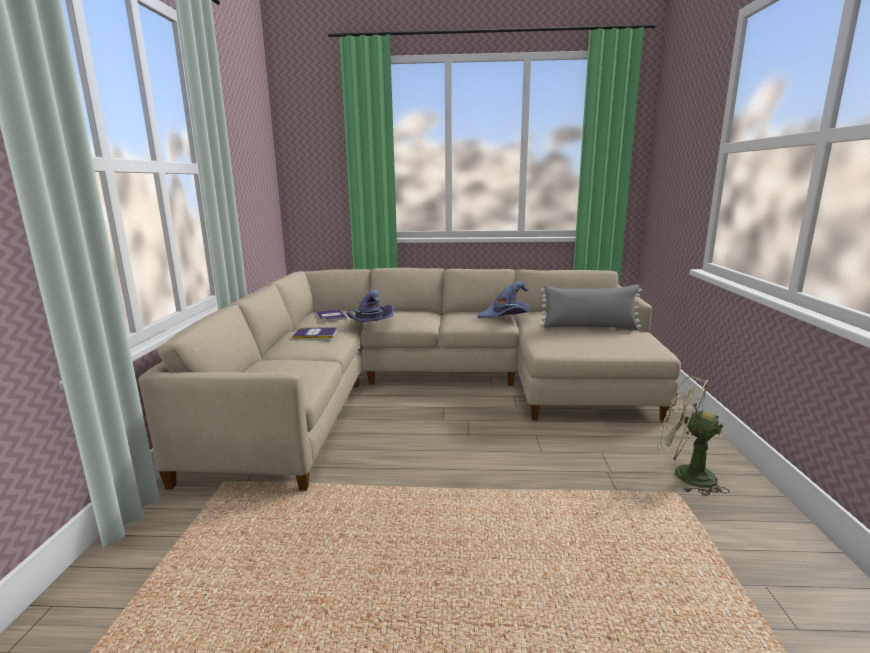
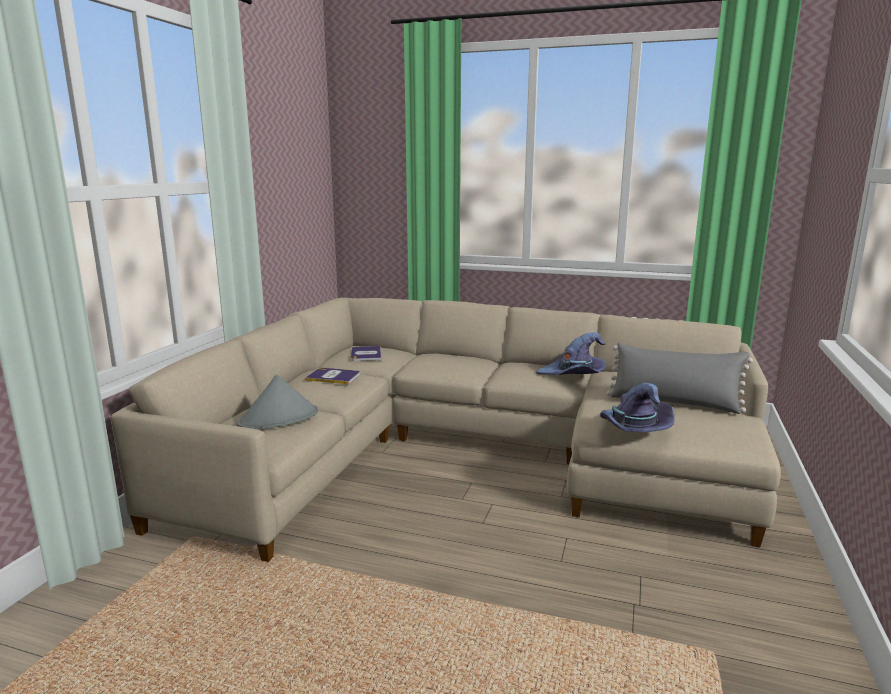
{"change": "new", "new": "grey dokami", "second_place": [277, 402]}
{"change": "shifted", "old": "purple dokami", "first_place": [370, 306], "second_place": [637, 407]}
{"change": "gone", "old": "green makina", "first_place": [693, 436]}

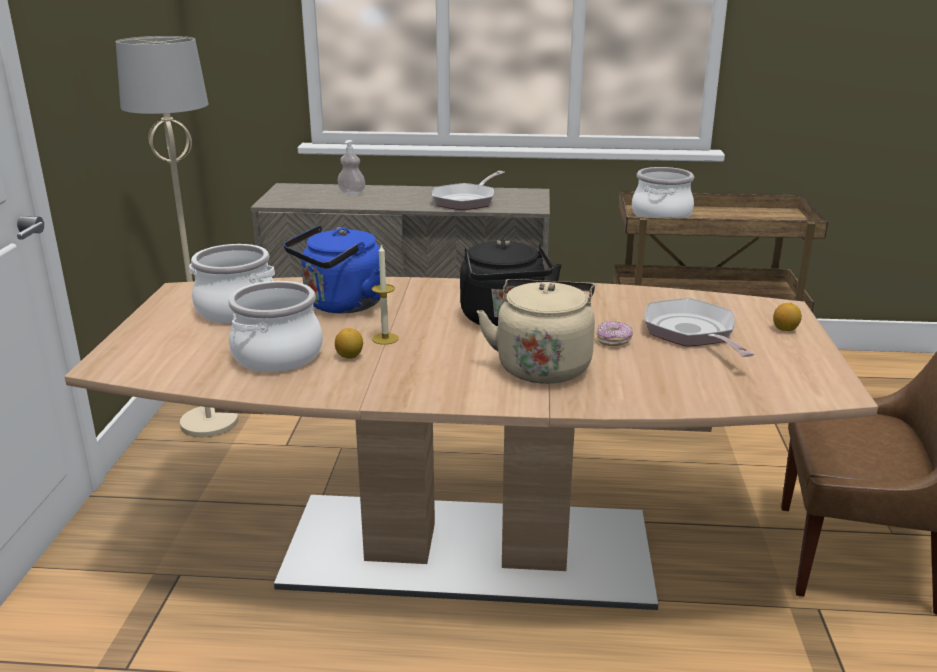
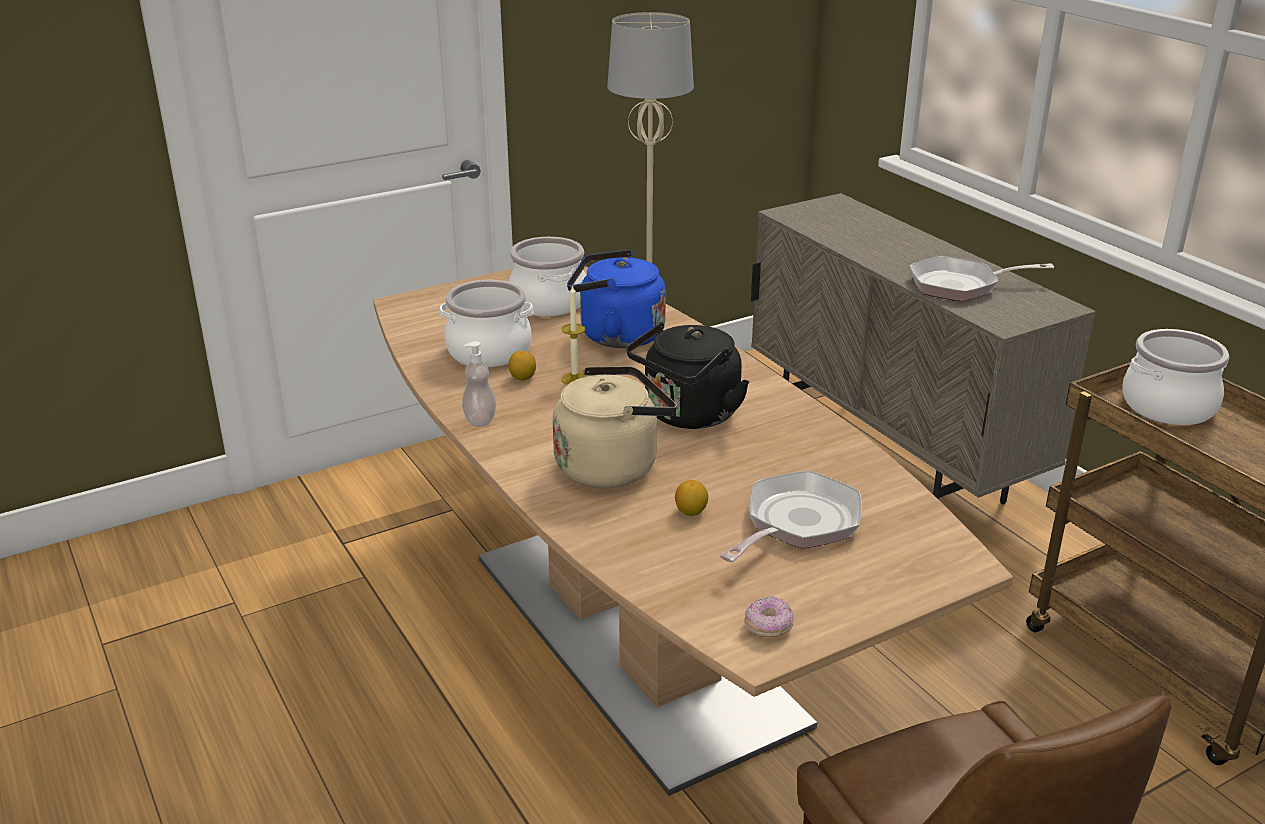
{"change": "shifted", "old": "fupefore", "first_place": [351, 167], "second_place": [479, 384]}
{"change": "shifted", "old": "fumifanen", "first_place": [787, 317], "second_place": [691, 498]}
{"change": "shifted", "old": "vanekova", "first_place": [614, 333], "second_place": [769, 617]}

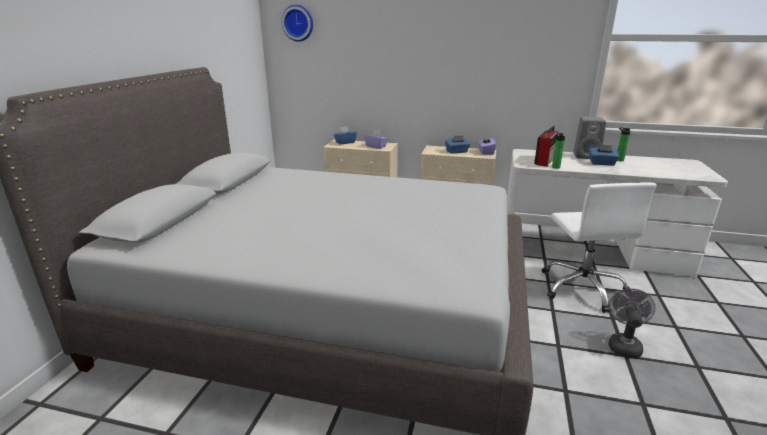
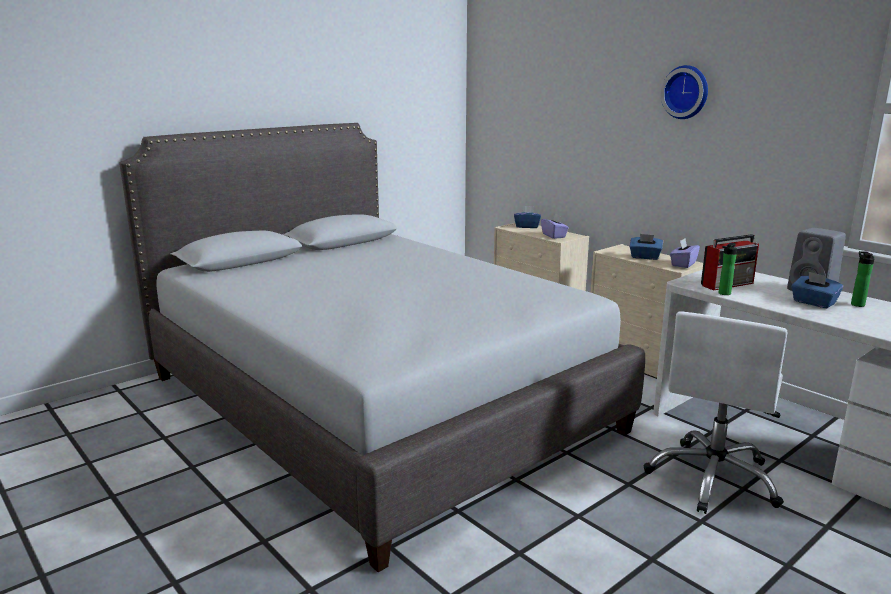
{"change": "shifted", "old": "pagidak", "first_place": [297, 23], "second_place": [684, 92]}
{"change": "gone", "old": "grey makina", "first_place": [631, 323]}

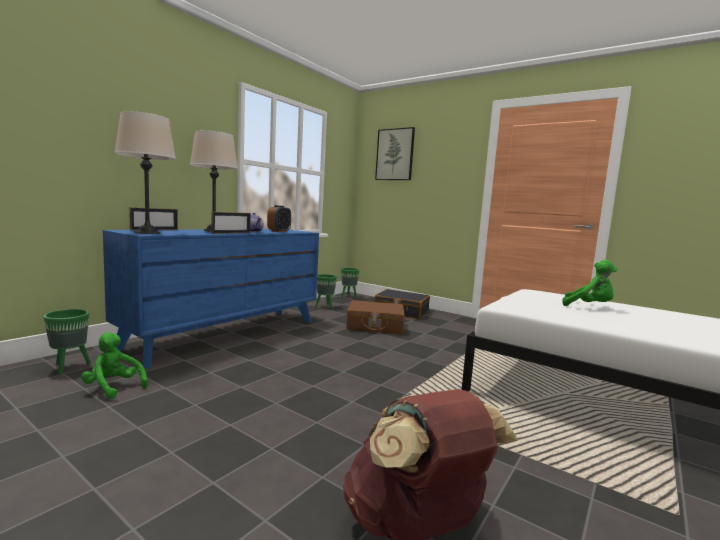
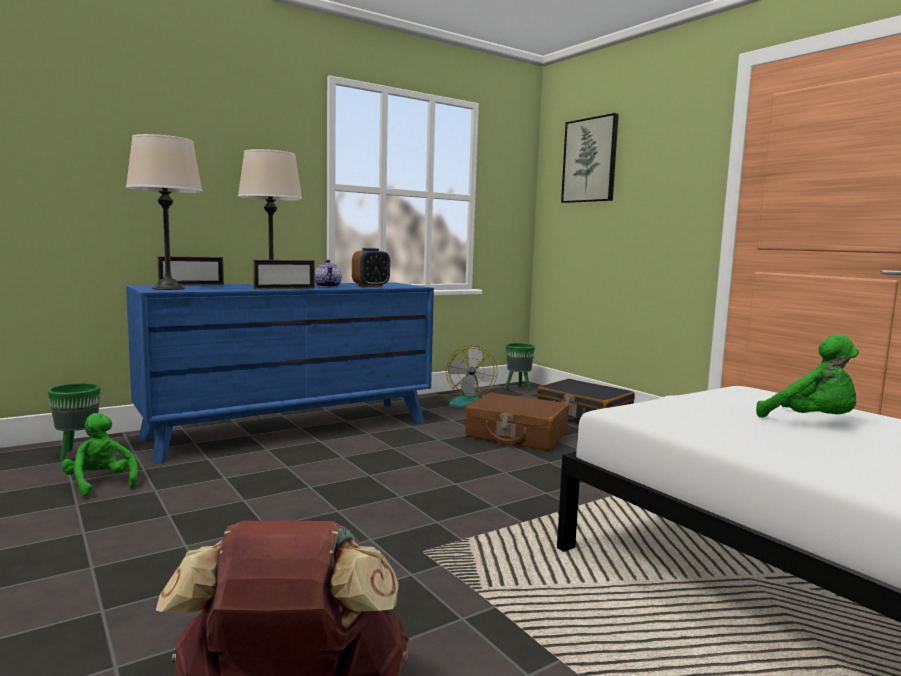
{"change": "swapped", "old": "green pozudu", "new": "makina", "first_place": [326, 291], "second_place": [468, 376]}

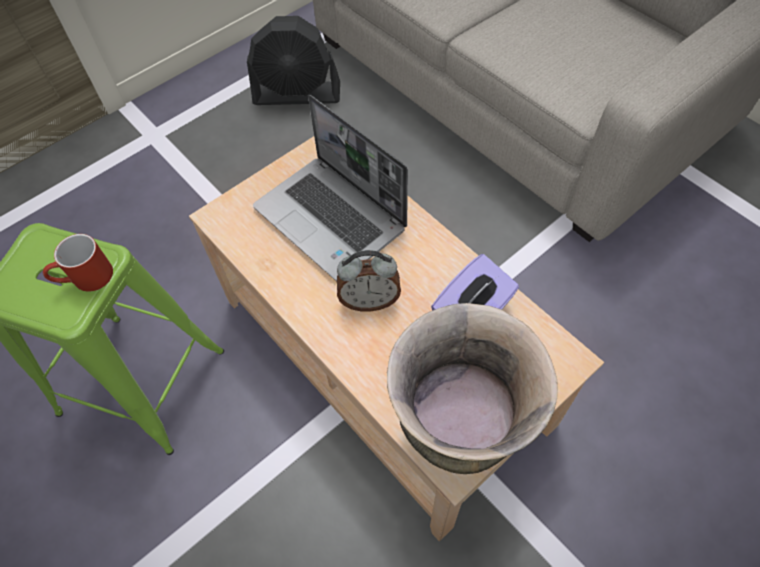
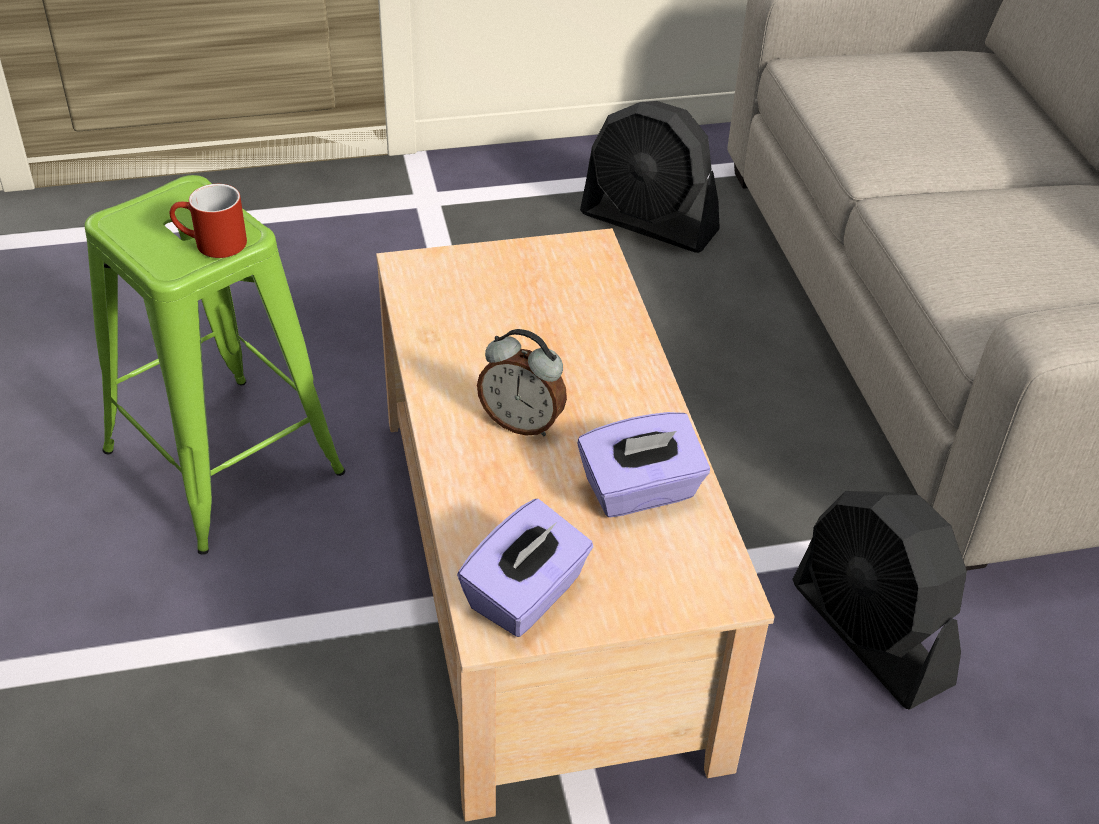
{"change": "swapped", "old": "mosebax", "new": "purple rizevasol", "first_place": [472, 388], "second_place": [525, 568]}
{"change": "new", "new": "black makina", "second_place": [879, 600]}
{"change": "gone", "old": "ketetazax", "first_place": [330, 188]}

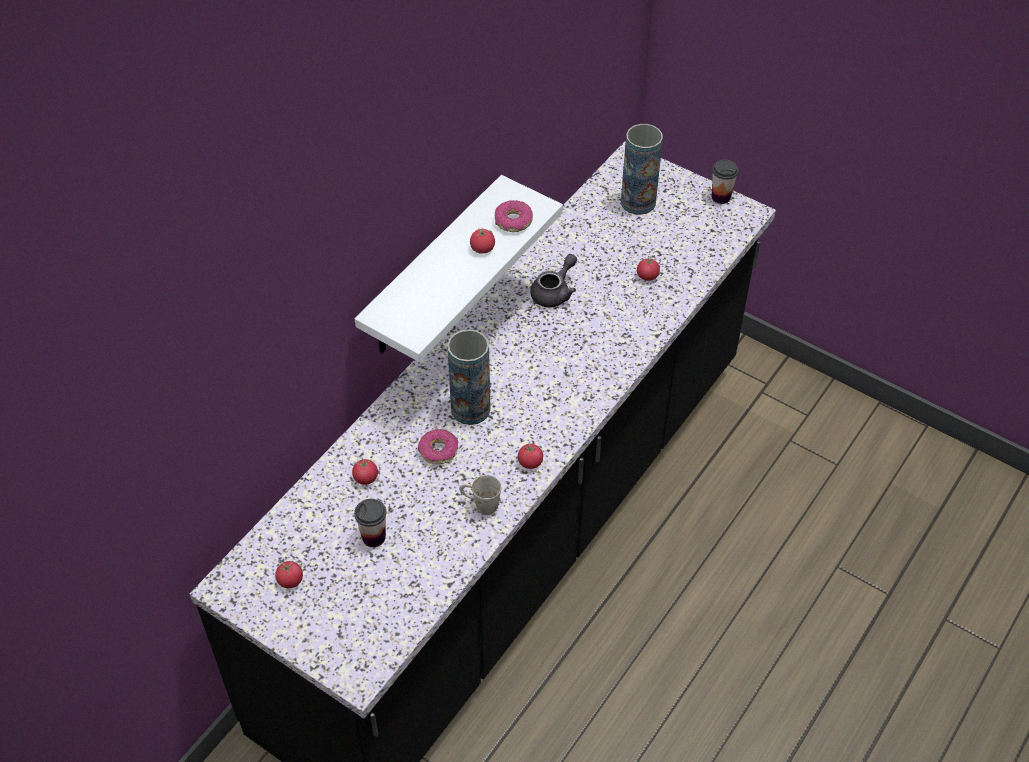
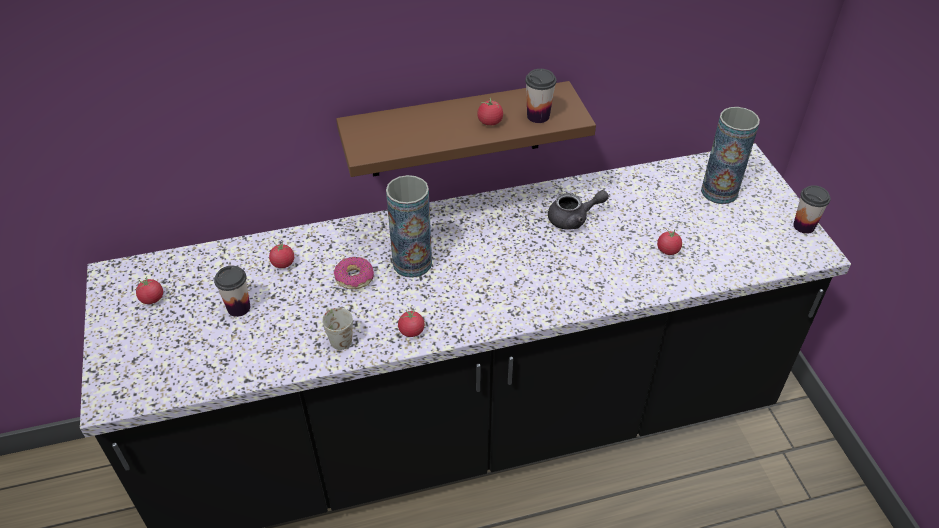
{"change": "repainted", "old": "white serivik", "new": "brown serivik", "first_place": [459, 268], "second_place": [466, 129]}
{"change": "swapped", "old": "vanekova", "new": "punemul", "first_place": [514, 216], "second_place": [540, 96]}

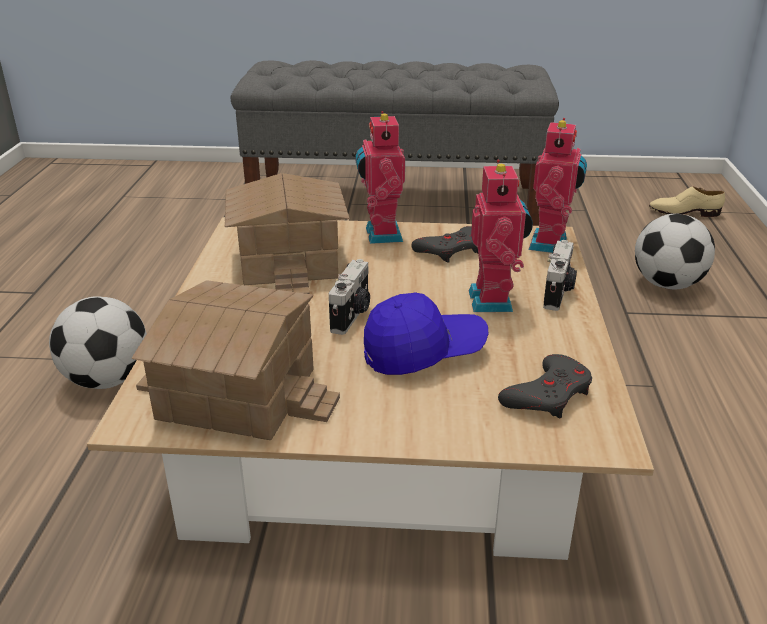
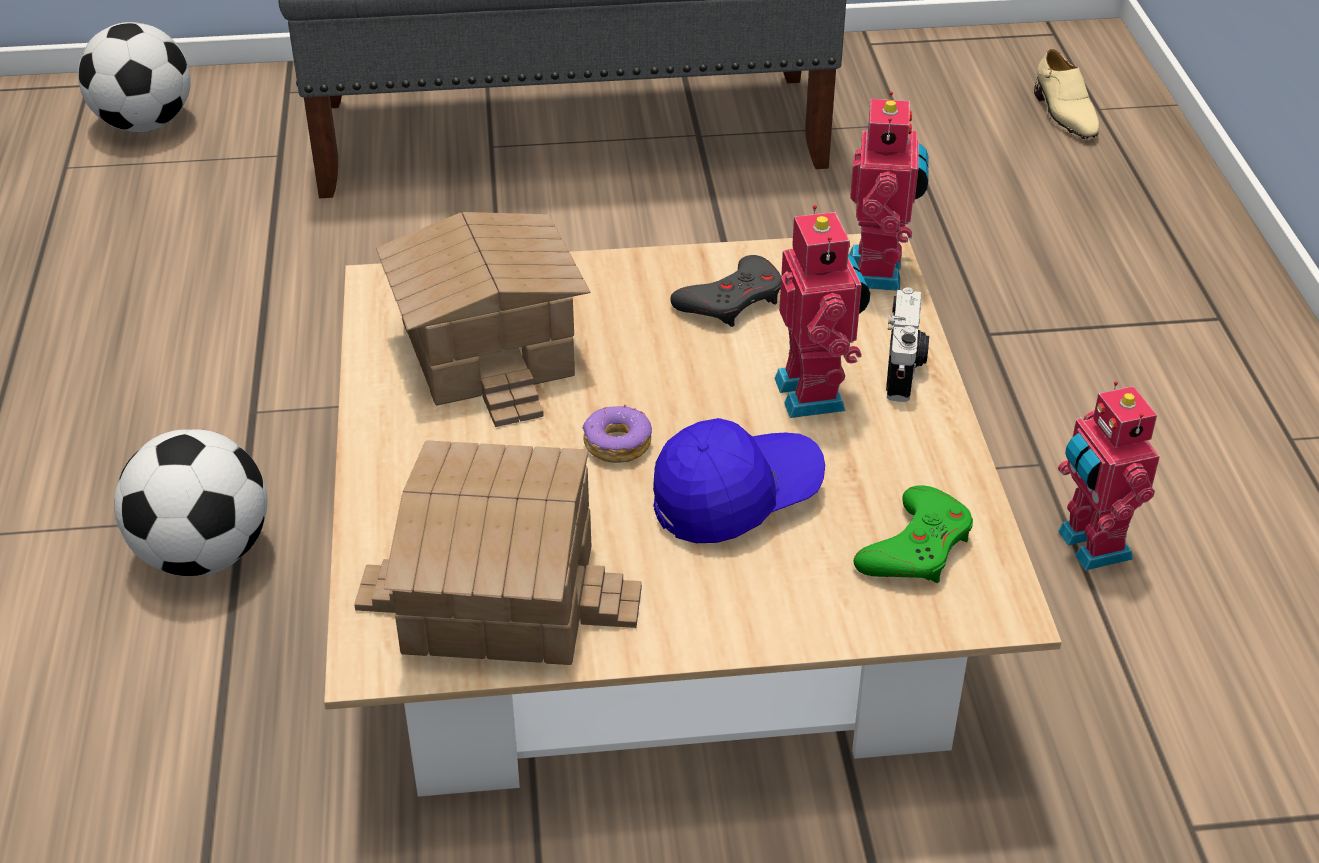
{"change": "shifted", "old": "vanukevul", "first_place": [675, 252], "second_place": [134, 77]}
{"change": "swapped", "old": "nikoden", "new": "vanekova", "first_place": [349, 297], "second_place": [617, 433]}
{"change": "repainted", "old": "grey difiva", "new": "green difiva", "first_place": [545, 386], "second_place": [913, 534]}
{"change": "rotated", "old": "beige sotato", "first_place": [687, 201], "second_place": [1066, 94], "degrees": -105}
{"change": "shifted", "old": "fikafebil", "first_place": [380, 177], "second_place": [1109, 476]}

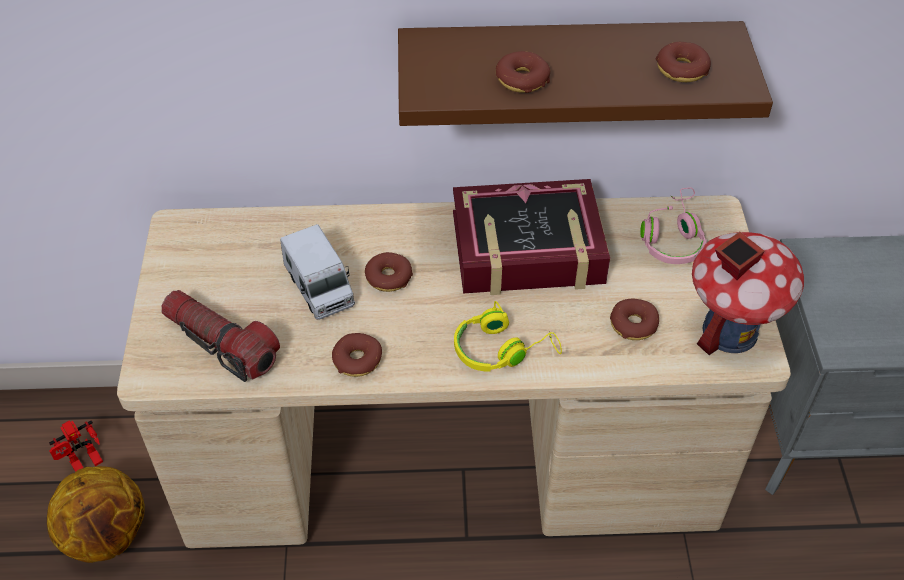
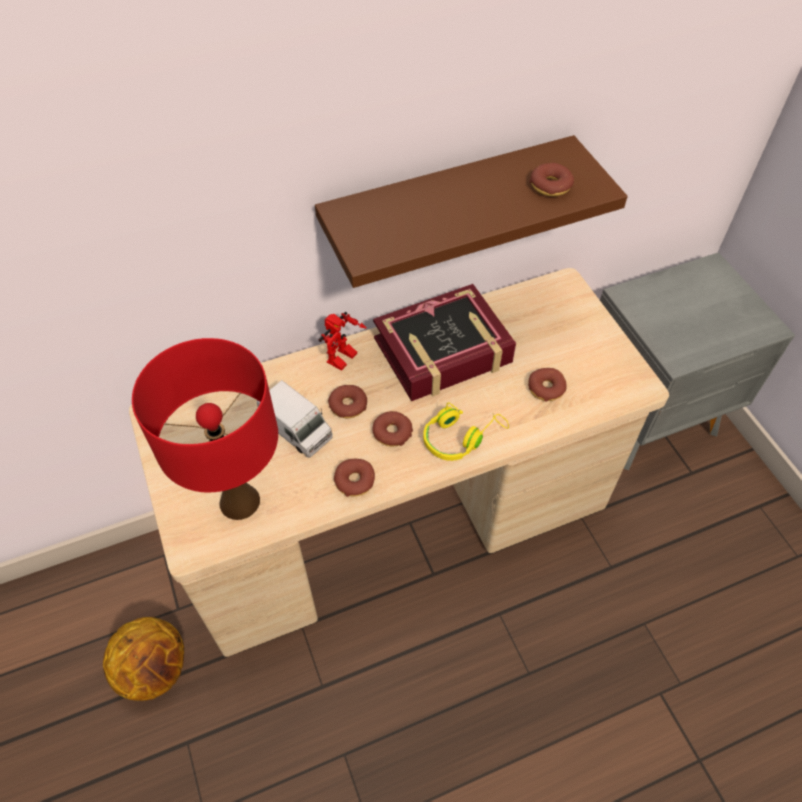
{"change": "swapped", "old": "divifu", "new": "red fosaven", "first_place": [220, 336], "second_place": [205, 429]}
{"change": "shifted", "old": "fikafebil", "first_place": [76, 446], "second_place": [343, 341]}
{"change": "shifted", "old": "vanekova", "first_place": [523, 72], "second_place": [392, 429]}
{"change": "gone", "old": "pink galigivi", "first_place": [673, 225]}
{"change": "gone", "old": "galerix", "first_place": [748, 293]}

